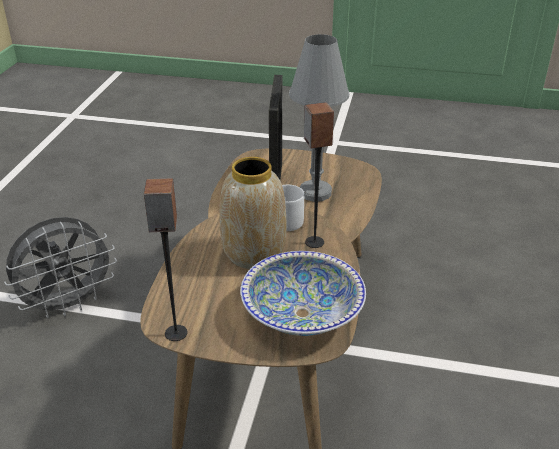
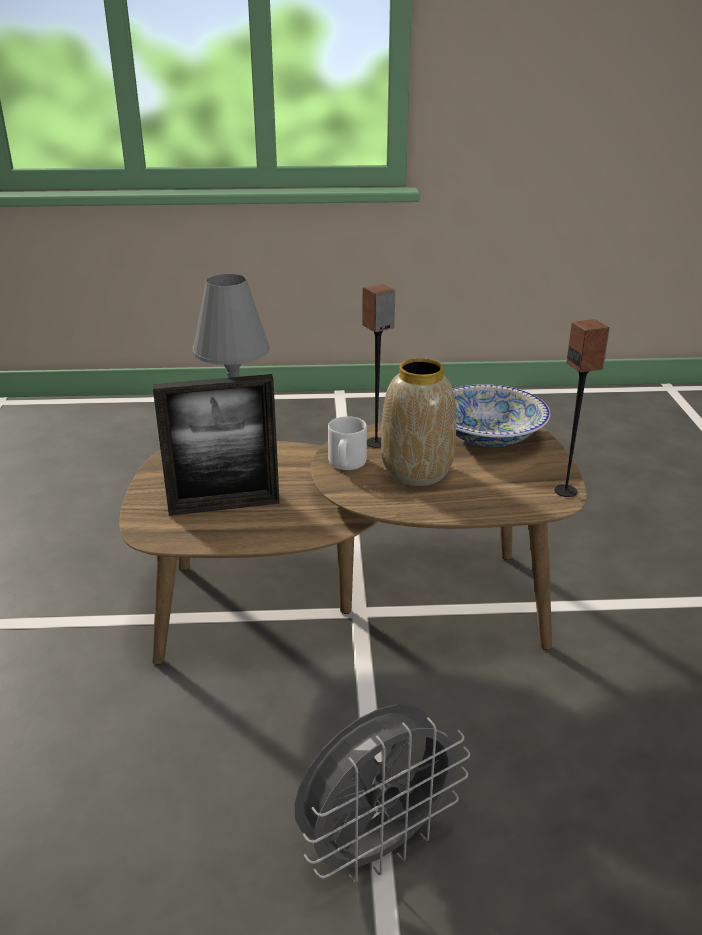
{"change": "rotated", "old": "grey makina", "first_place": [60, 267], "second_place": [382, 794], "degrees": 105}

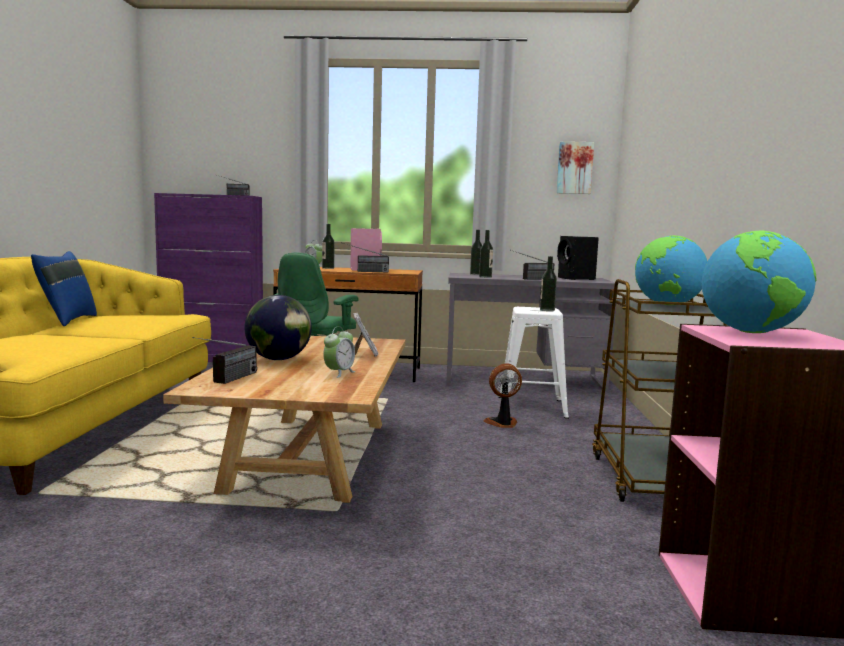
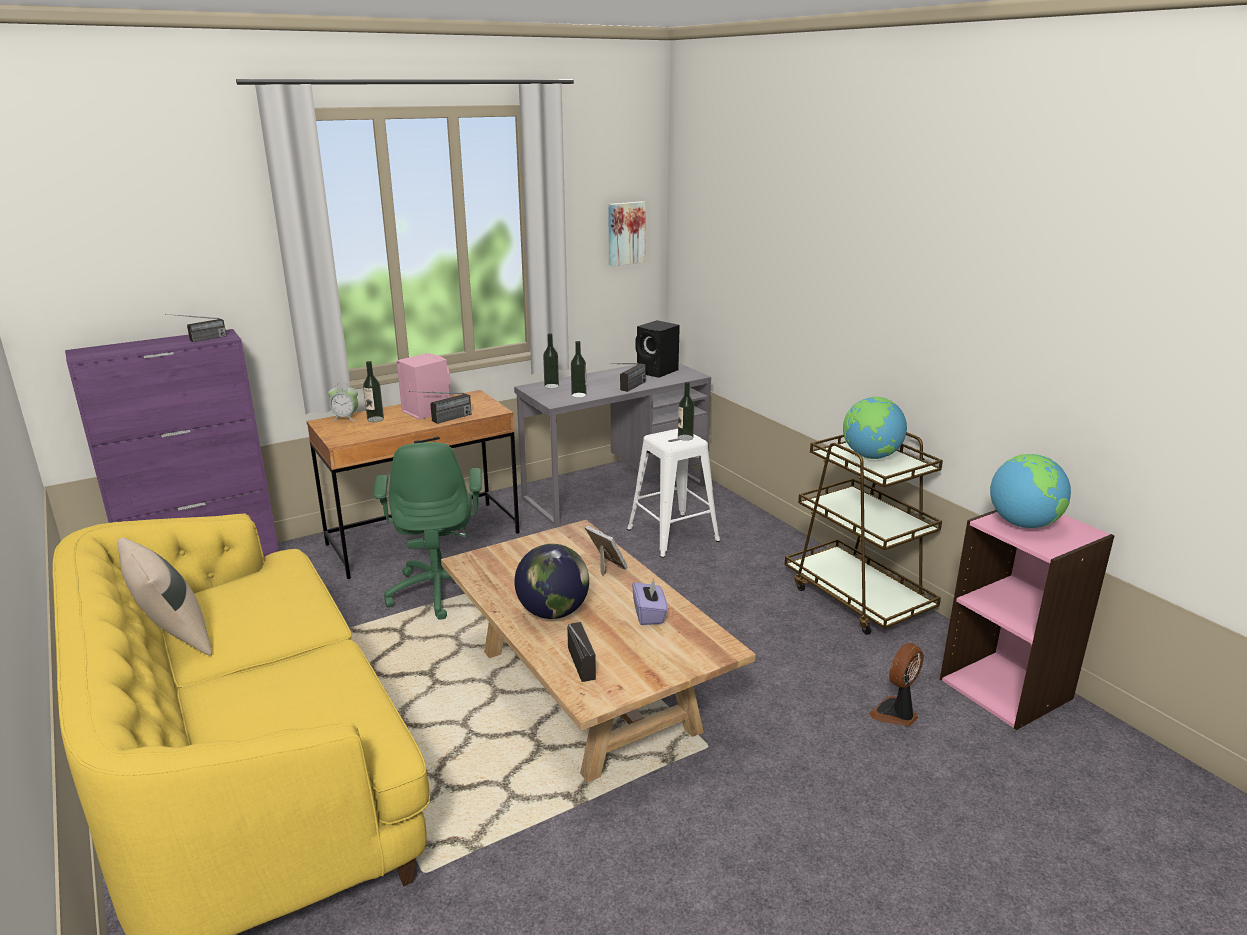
{"change": "repainted", "old": "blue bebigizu", "new": "beige bebigizu", "first_place": [64, 288], "second_place": [165, 597]}
{"change": "swapped", "old": "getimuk", "new": "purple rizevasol", "first_place": [339, 352], "second_place": [650, 602]}
{"change": "shifted", "old": "makina", "first_place": [503, 395], "second_place": [896, 684]}

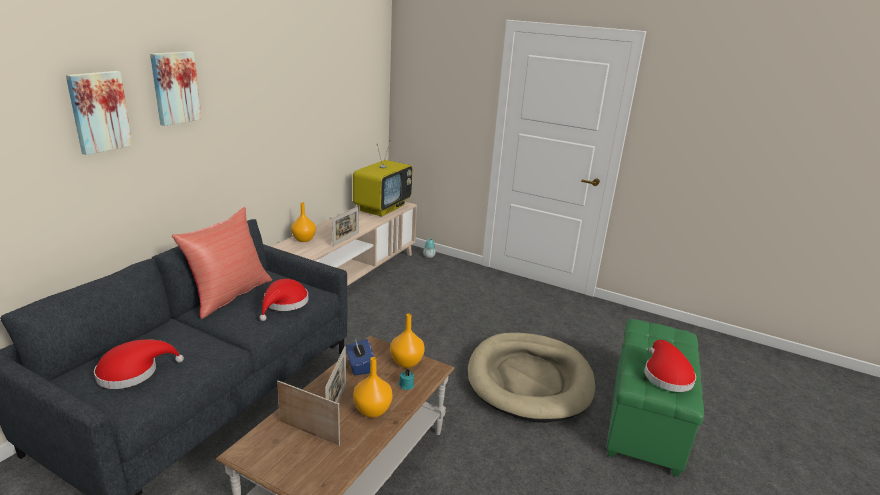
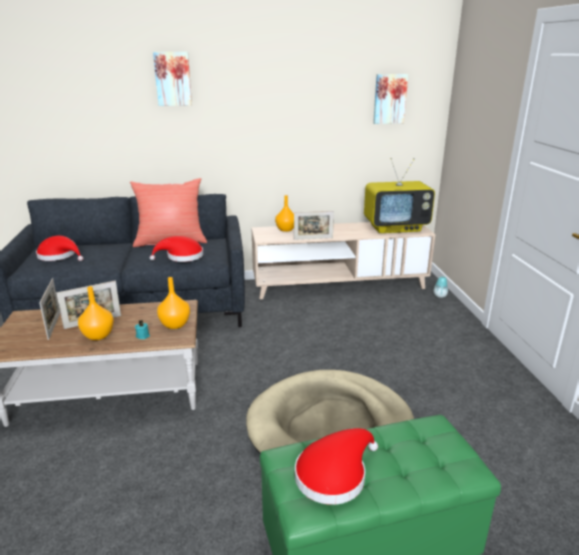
{"change": "shifted", "old": "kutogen", "first_place": [99, 113], "second_place": [390, 99]}
{"change": "gone", "old": "blue rizevasol", "first_place": [360, 357]}

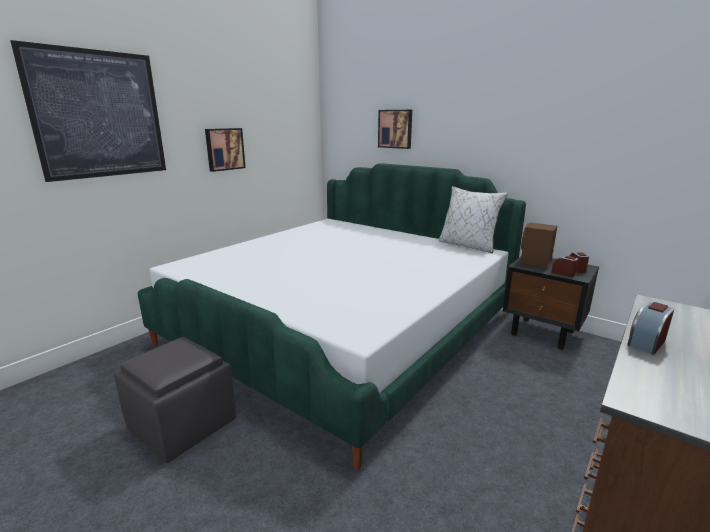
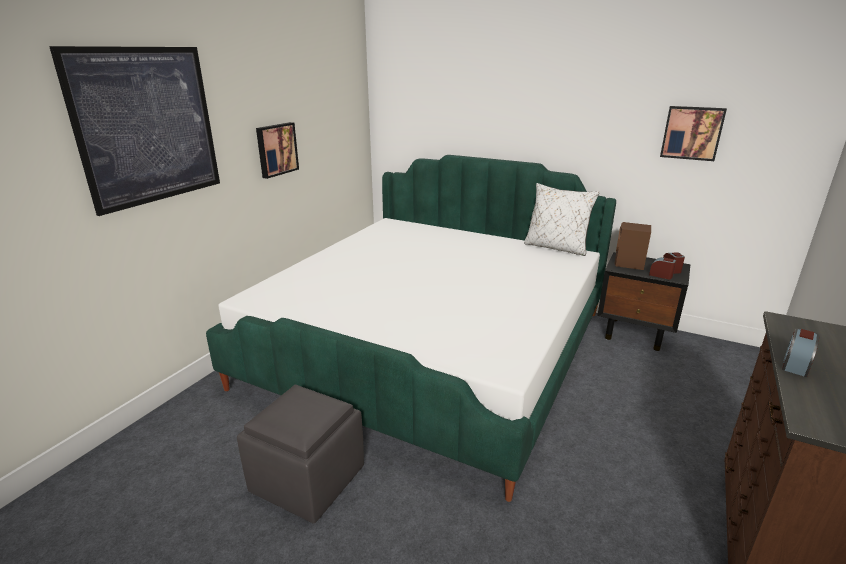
{"change": "shifted", "old": "kutogen", "first_place": [395, 129], "second_place": [693, 133]}

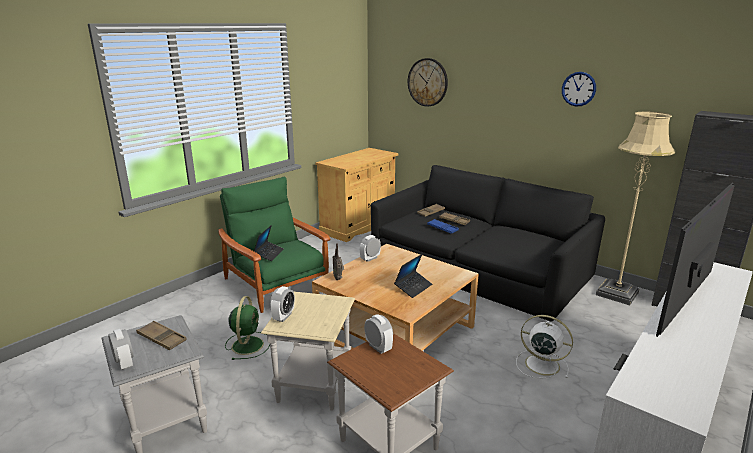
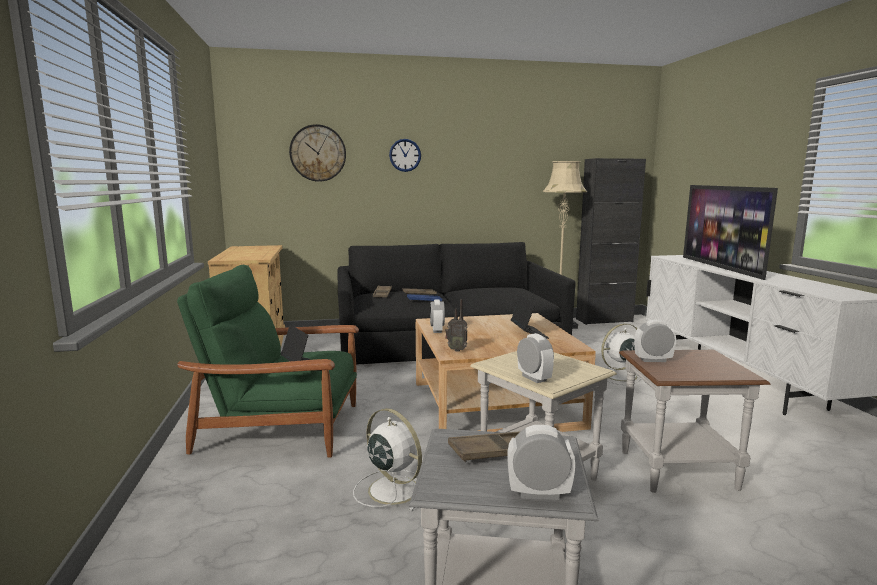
{"change": "repainted", "old": "green makina", "new": "white makina", "first_place": [247, 328], "second_place": [387, 460]}
{"change": "shifted", "old": "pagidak", "first_place": [579, 89], "second_place": [405, 155]}

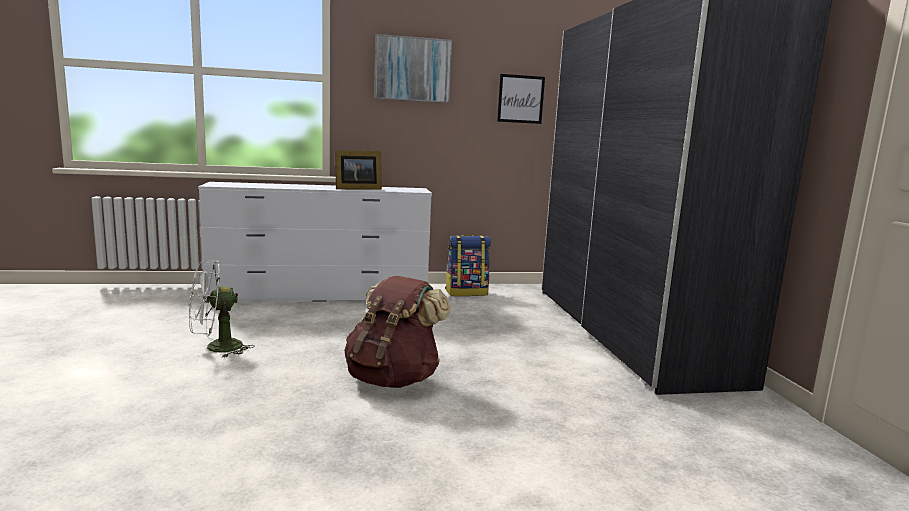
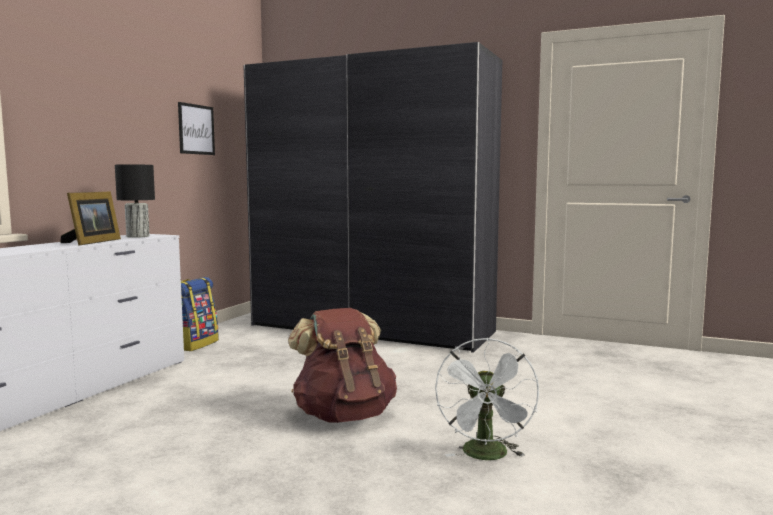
{"change": "new", "new": "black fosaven", "second_place": [135, 201]}
{"change": "shifted", "old": "white makina", "first_place": [221, 309], "second_place": [487, 399]}
{"change": "gone", "old": "kutogen", "first_place": [413, 68]}

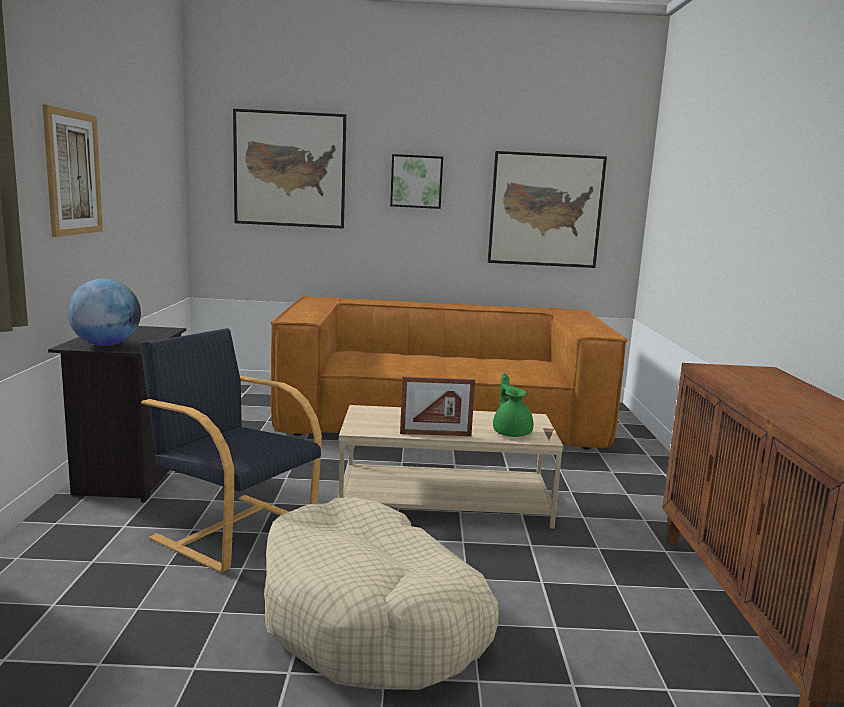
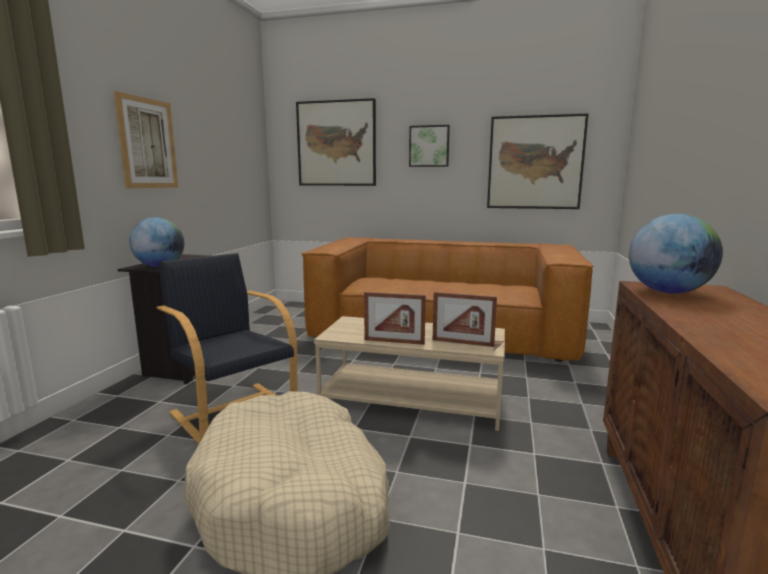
{"change": "swapped", "old": "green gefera", "new": "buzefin", "first_place": [513, 405], "second_place": [465, 319]}
{"change": "new", "new": "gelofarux", "second_place": [676, 253]}

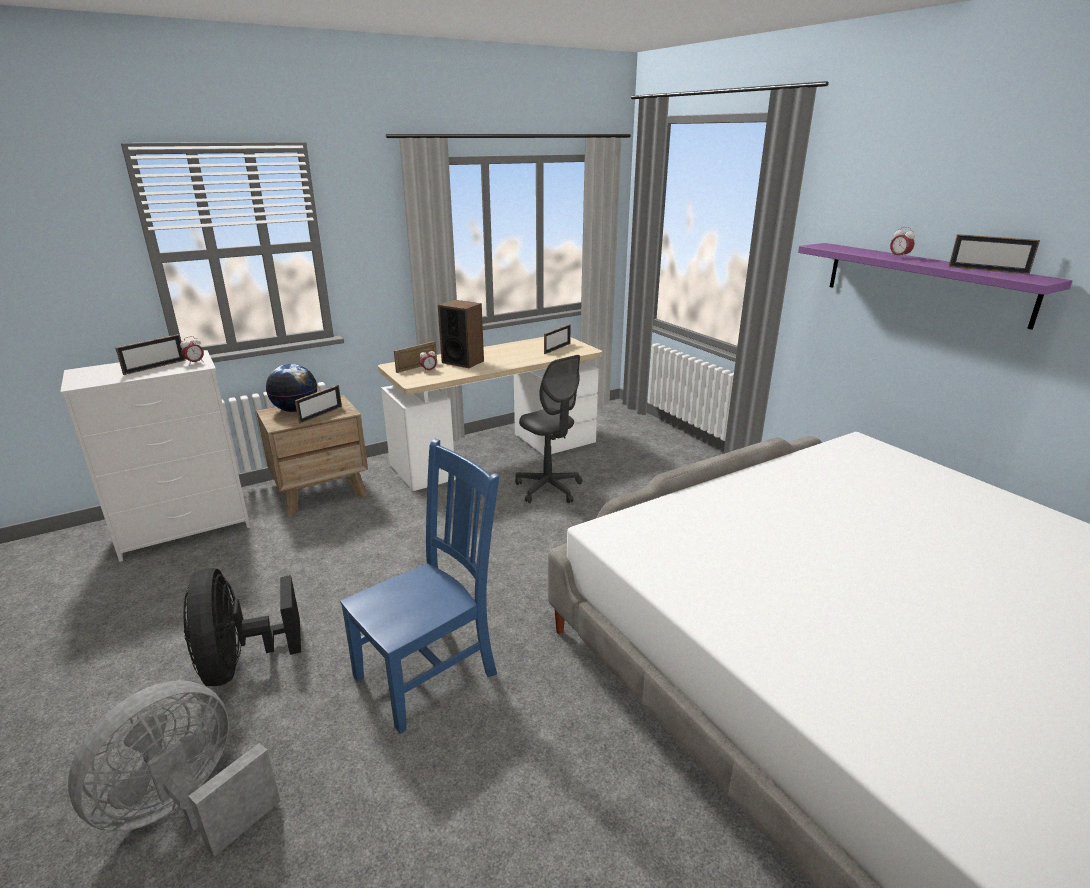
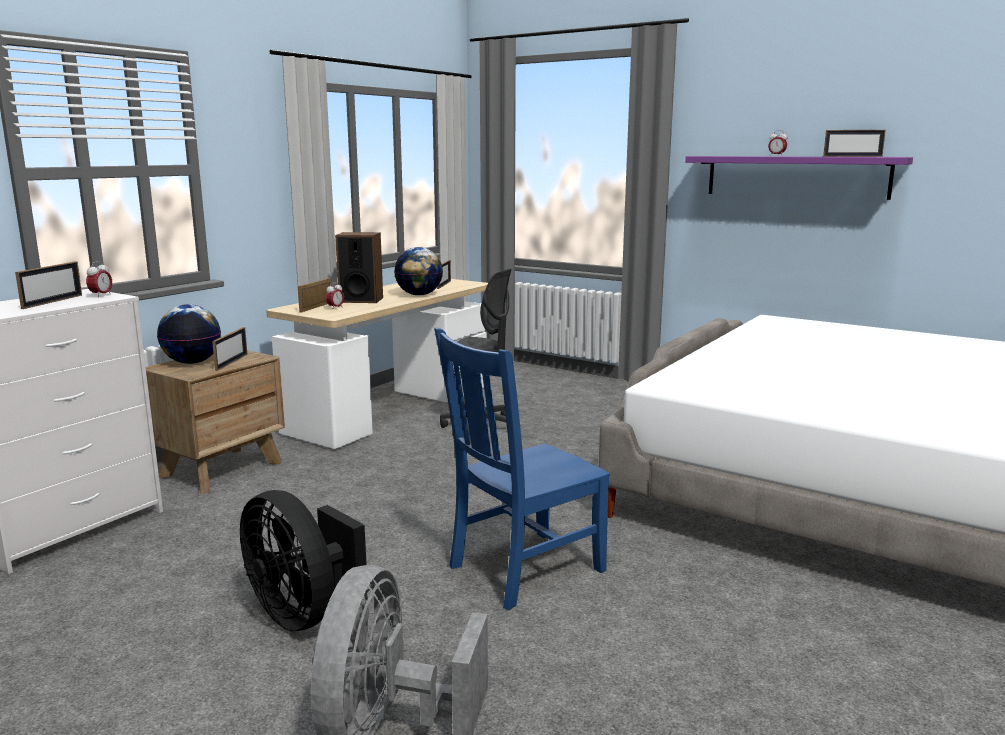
{"change": "new", "new": "gelofarux", "second_place": [419, 271]}
{"change": "rotated", "old": "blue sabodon", "first_place": [420, 586], "second_place": [522, 468], "degrees": -150}

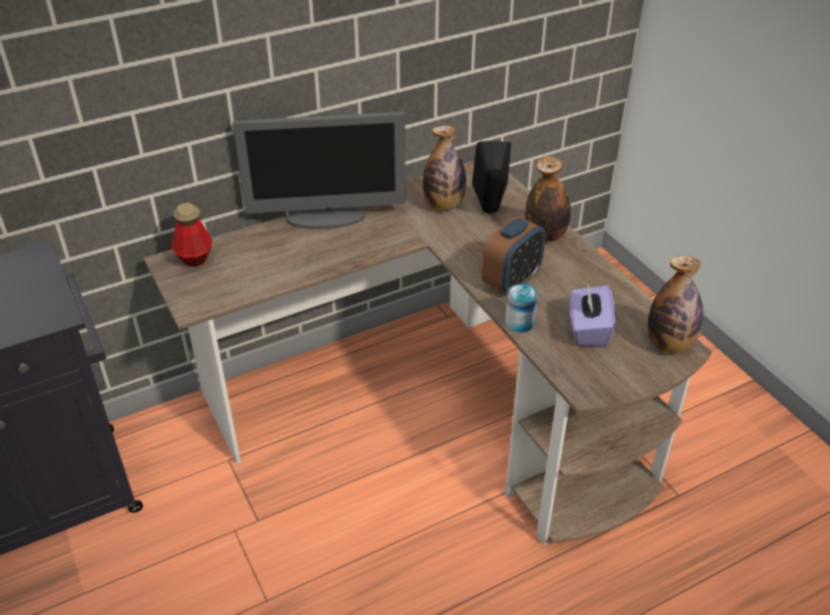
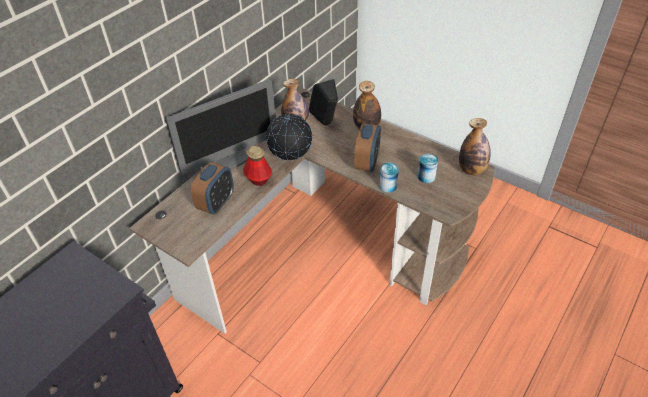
{"change": "new", "new": "getimuk", "second_place": [212, 188]}
{"change": "shifted", "old": "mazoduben", "first_place": [191, 234], "second_place": [257, 166]}
{"change": "new", "new": "gelofarux", "second_place": [289, 137]}
{"change": "swapped", "old": "purple rizevasol", "new": "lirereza", "first_place": [592, 315], "second_place": [428, 168]}

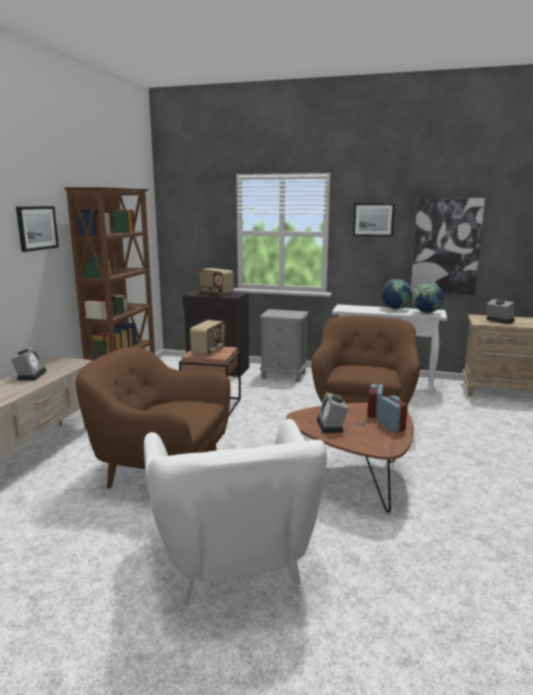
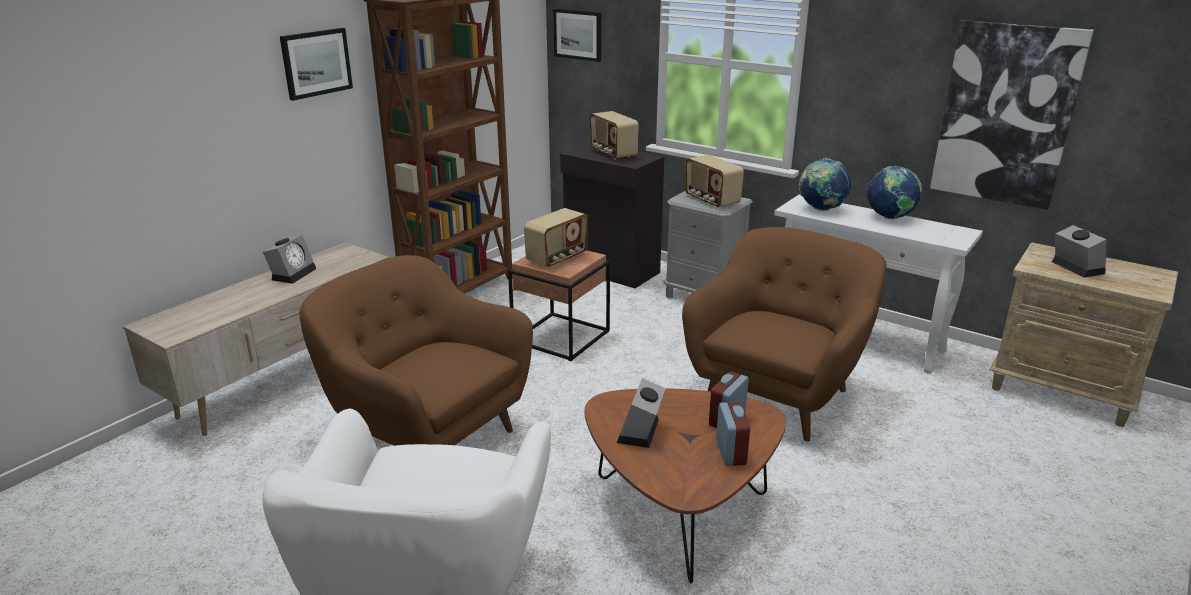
{"change": "shifted", "old": "kutogen", "first_place": [374, 220], "second_place": [577, 35]}
{"change": "new", "new": "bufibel", "second_place": [714, 181]}
{"change": "shifted", "old": "gelofarux", "first_place": [428, 298], "second_place": [825, 184]}

